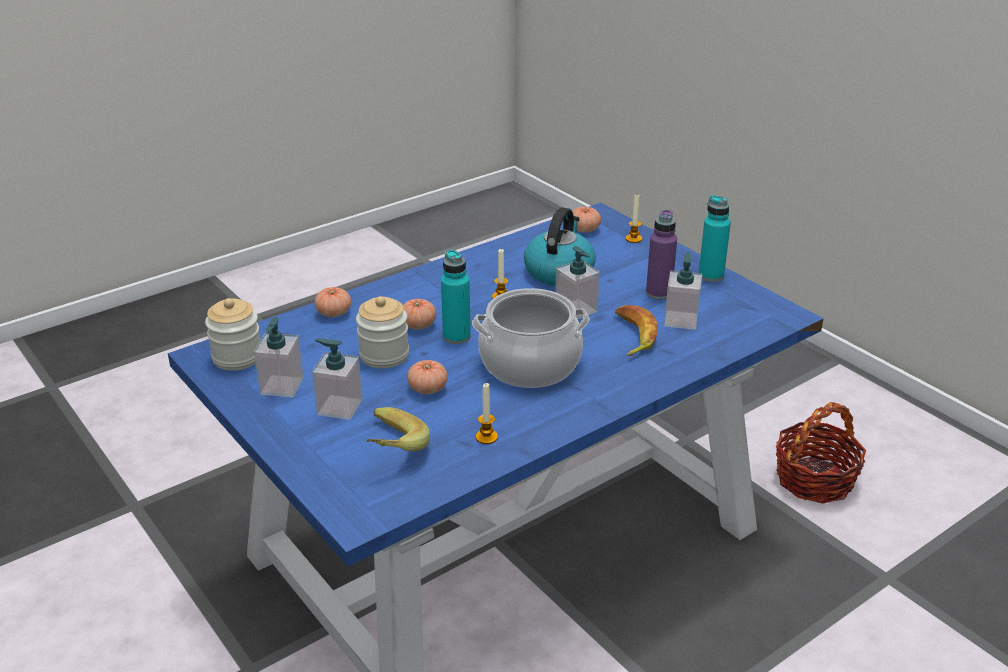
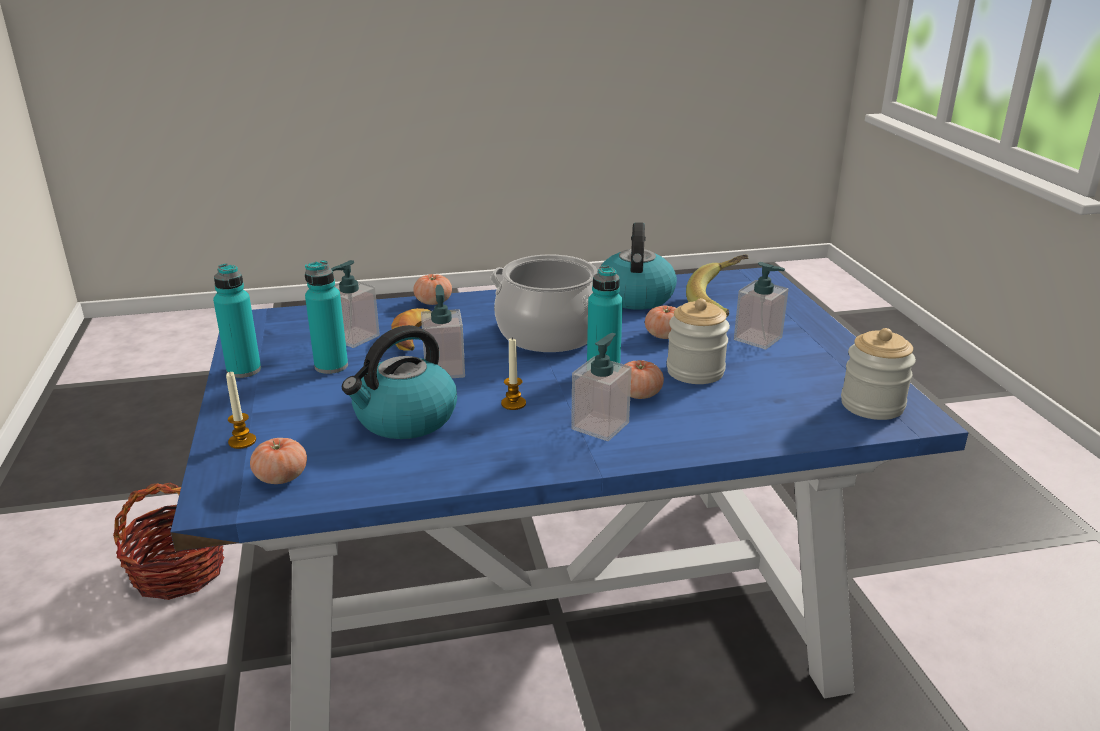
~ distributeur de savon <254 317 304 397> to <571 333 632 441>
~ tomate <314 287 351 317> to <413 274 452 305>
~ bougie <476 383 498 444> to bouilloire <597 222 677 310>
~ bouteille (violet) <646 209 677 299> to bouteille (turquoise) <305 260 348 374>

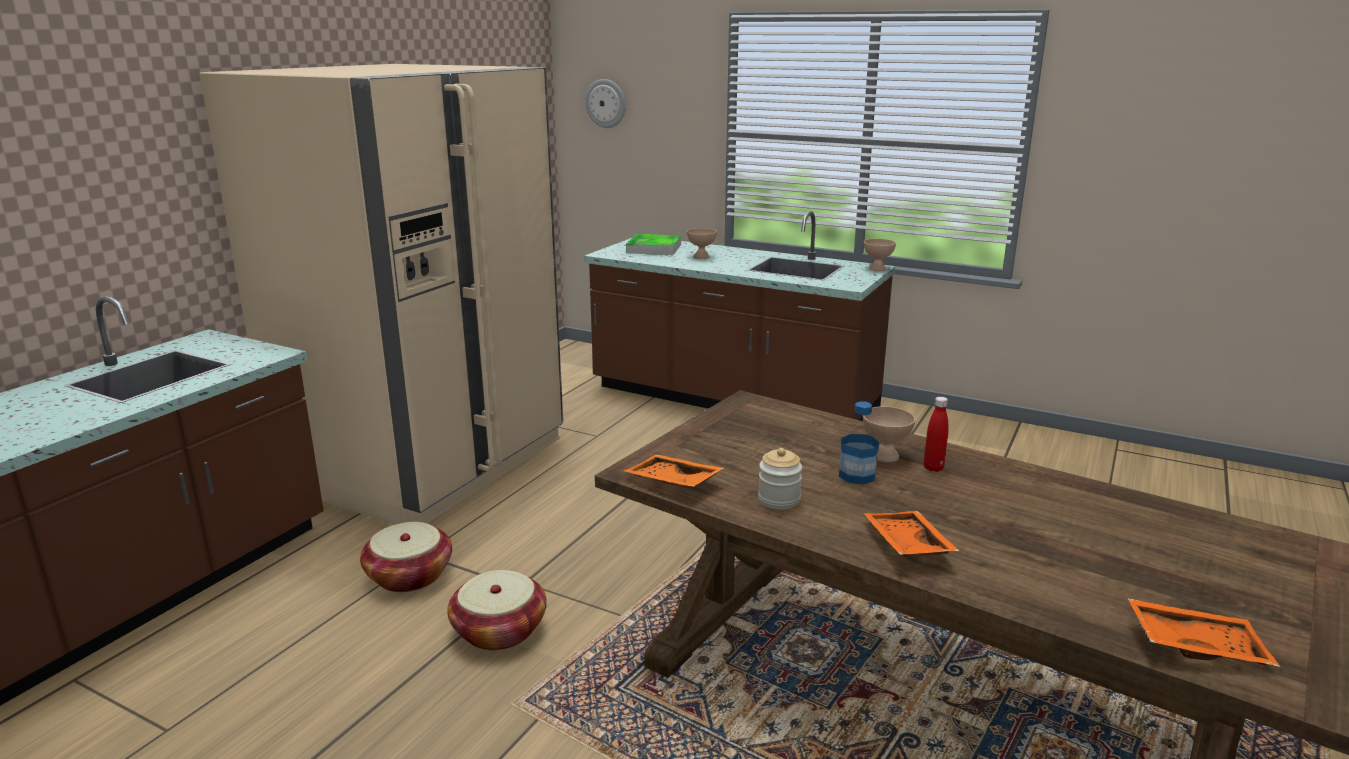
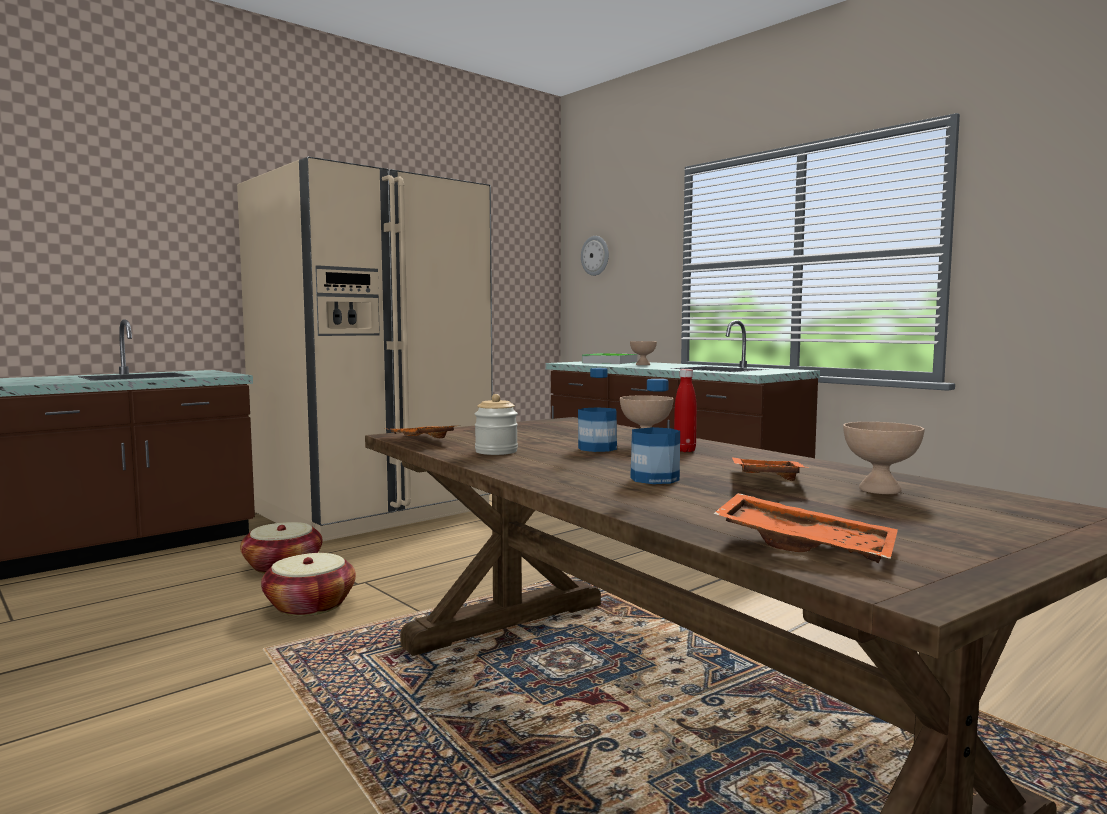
~ bol (beige) <864 239 896 271> to <843 422 924 494>
~ plateau (orange) <864 511 959 557> to <732 458 810 481>
+ bouteille <630 379 680 484>

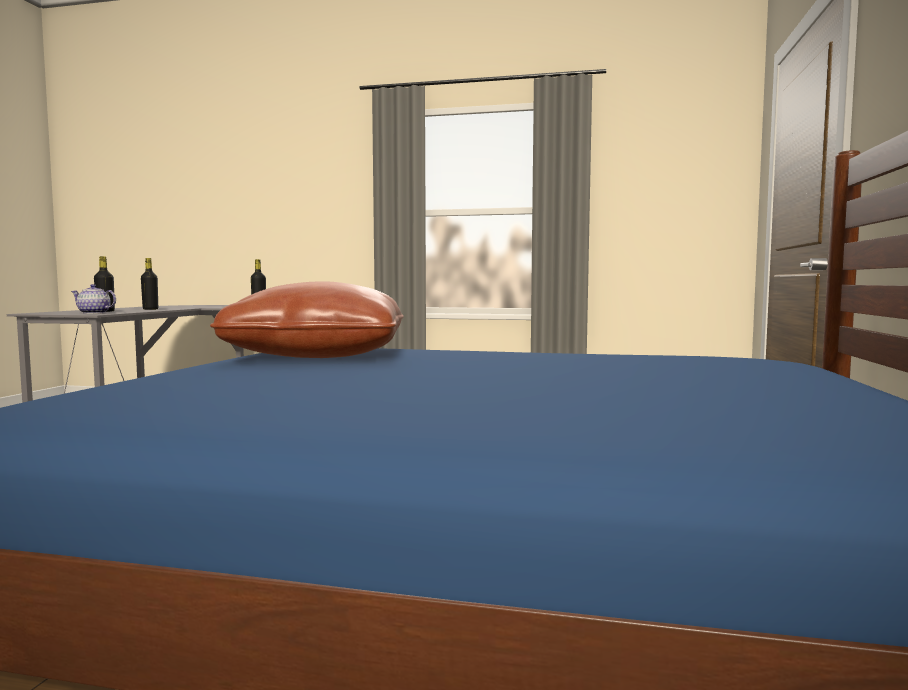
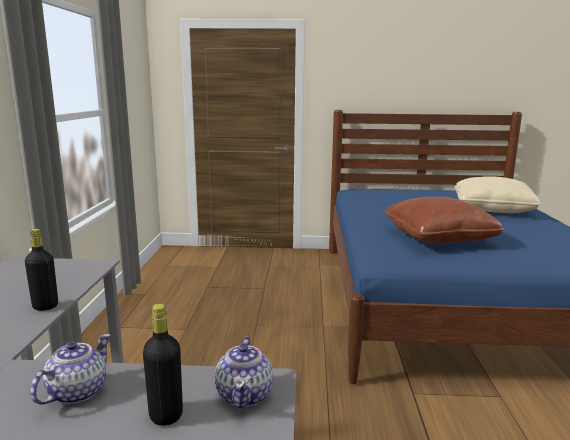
~ bouteille (noir) <141 258 158 310> to théière <30 334 110 405>
+ coussin (beige) <455 176 541 213>

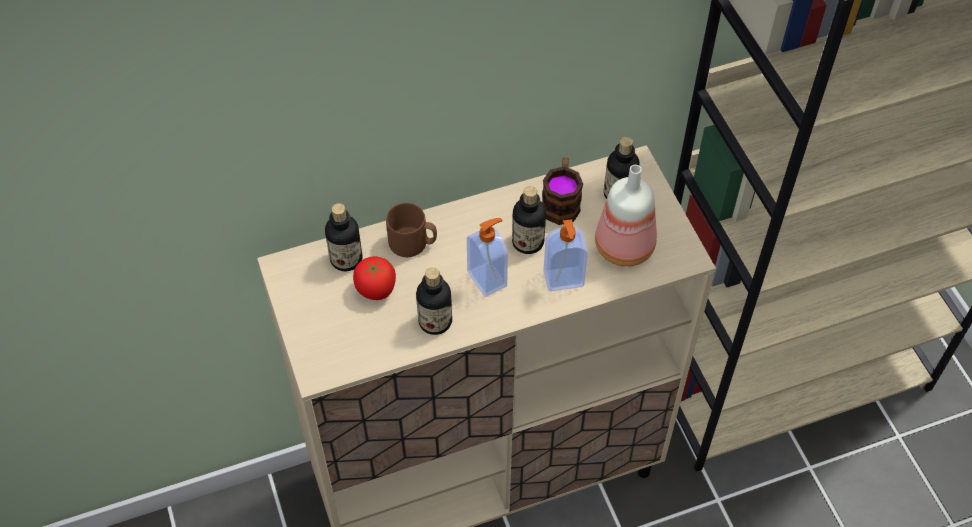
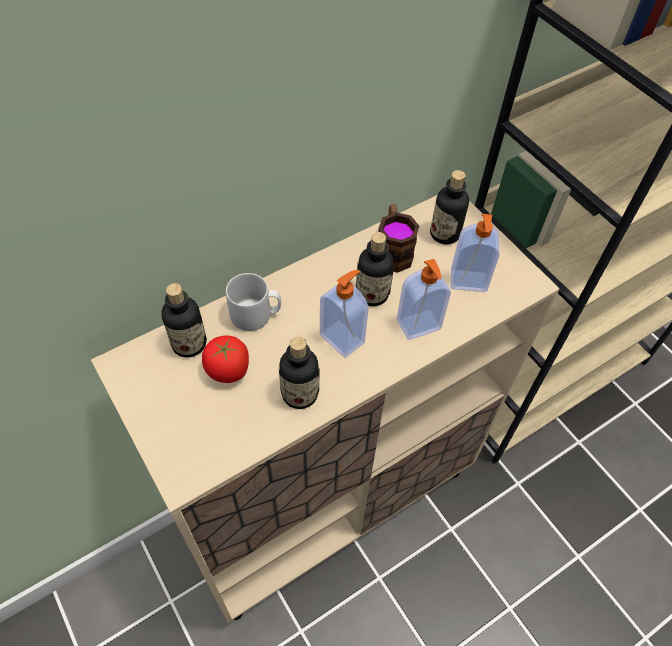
~ mug (marron) <386 203 437 257> to mug (gris) <226 273 281 331>
~ bouteille <595 165 657 267> to distributeur de savon <451 214 500 292>

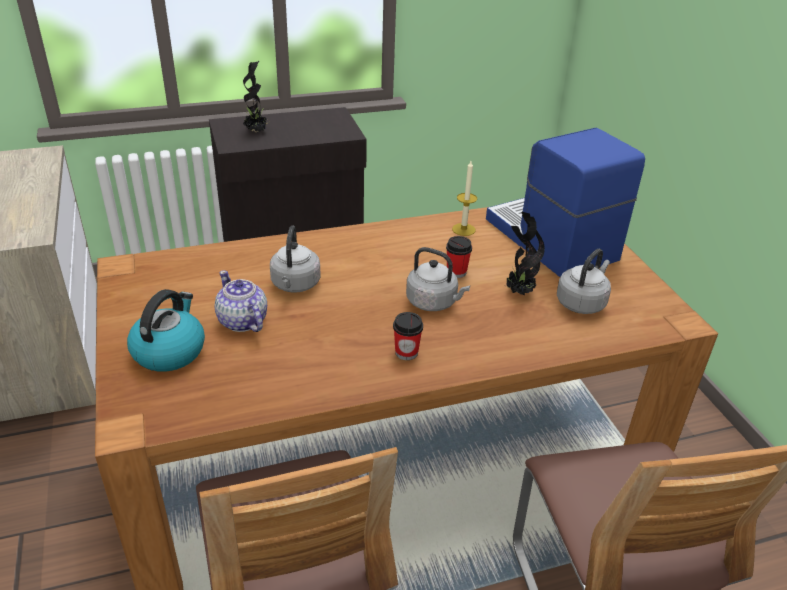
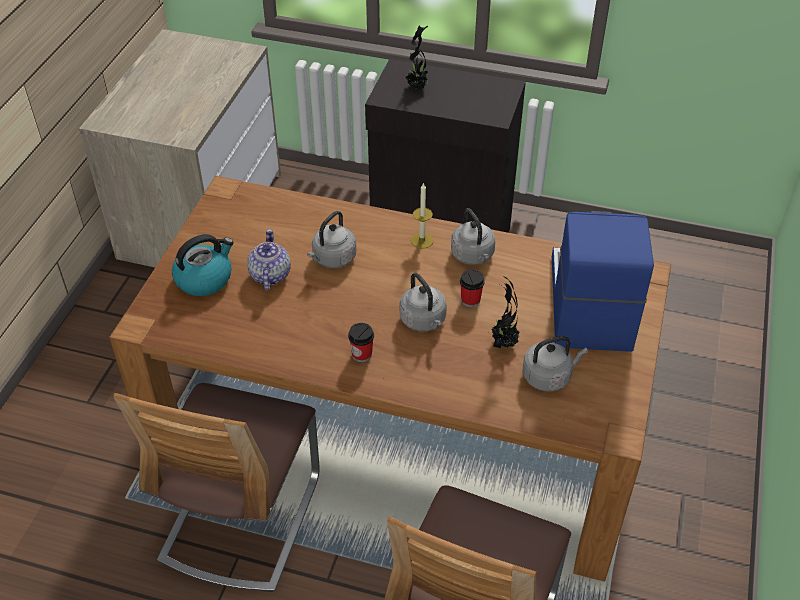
~ bougie <452 161 477 236> to <411 183 434 249>
+ bouilloire (gris) <451 208 495 265>

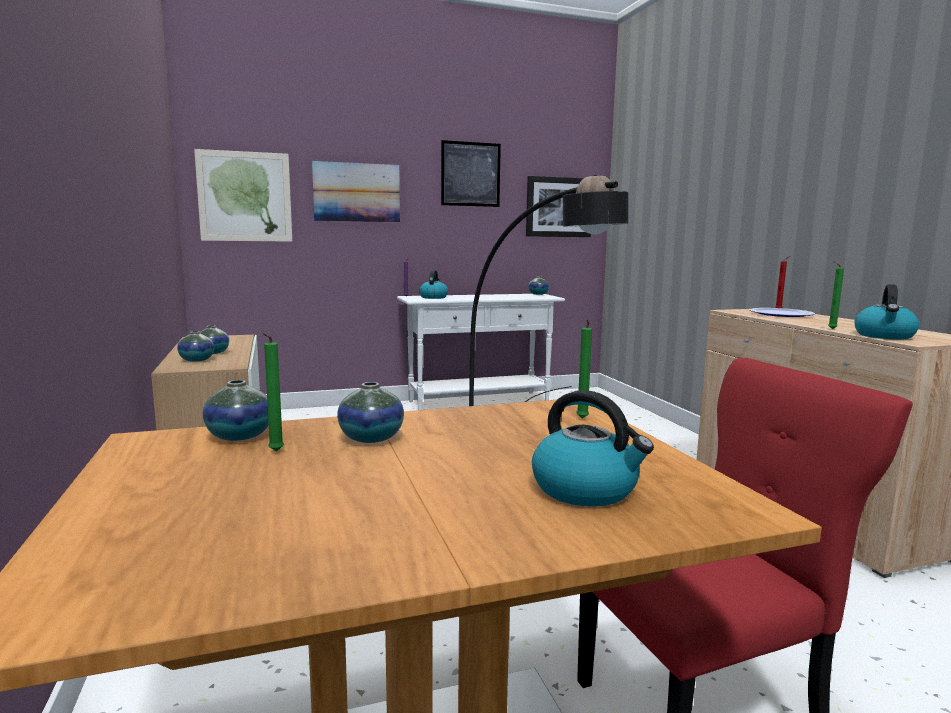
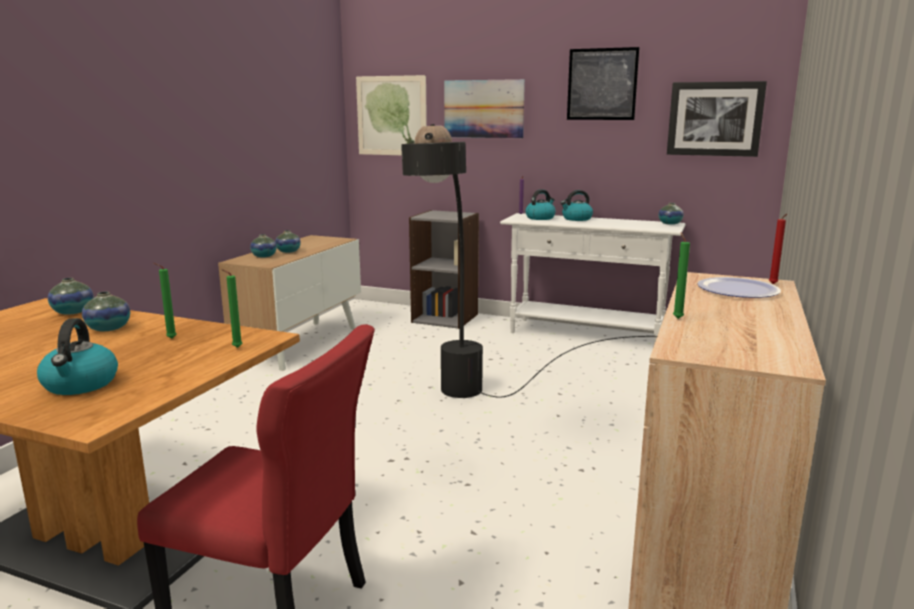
~ bougie (vert) <262 333 284 452> to <153 263 176 339>
~ bouilloire <854 284 919 340> to <561 190 593 221>
+ bibliothèque (gris) <409 210 479 329>

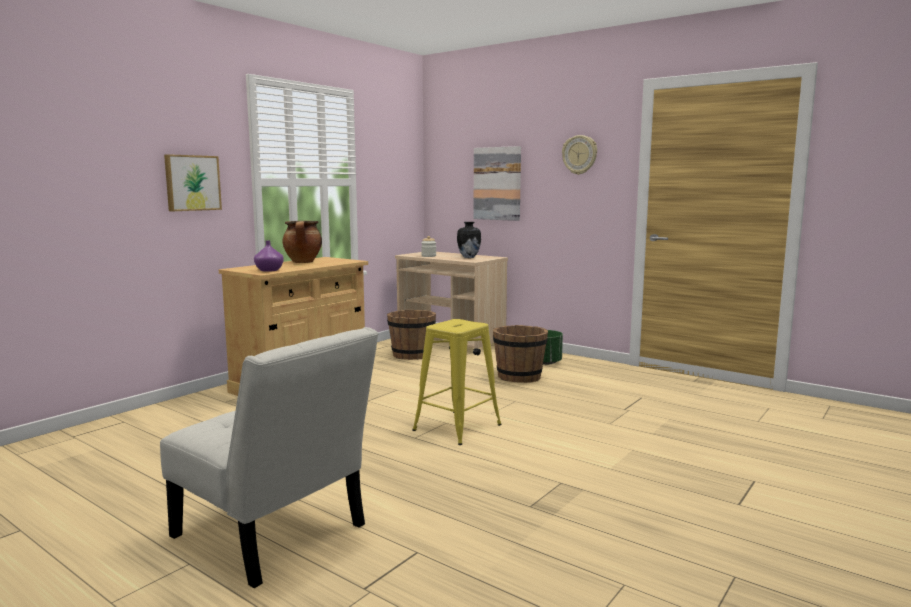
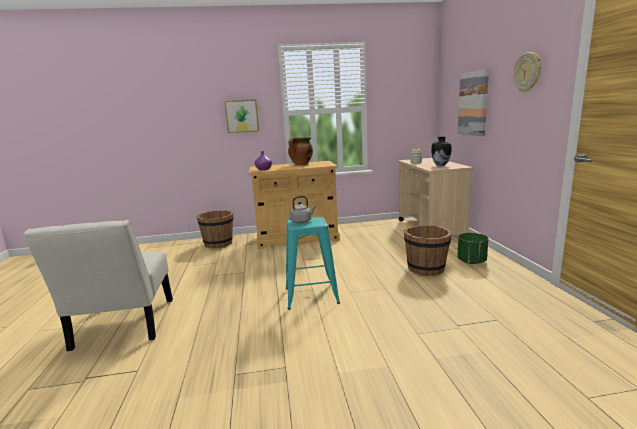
~ seau (marron) <387 310 436 360> to <197 210 233 248>
~ tabouret (jaune) <412 319 502 445> to tabouret (turquoise) <286 217 340 310>
+ bouilloire (gris) <290 196 316 223>

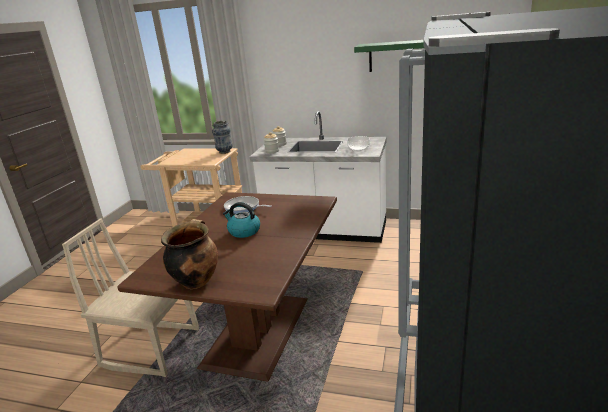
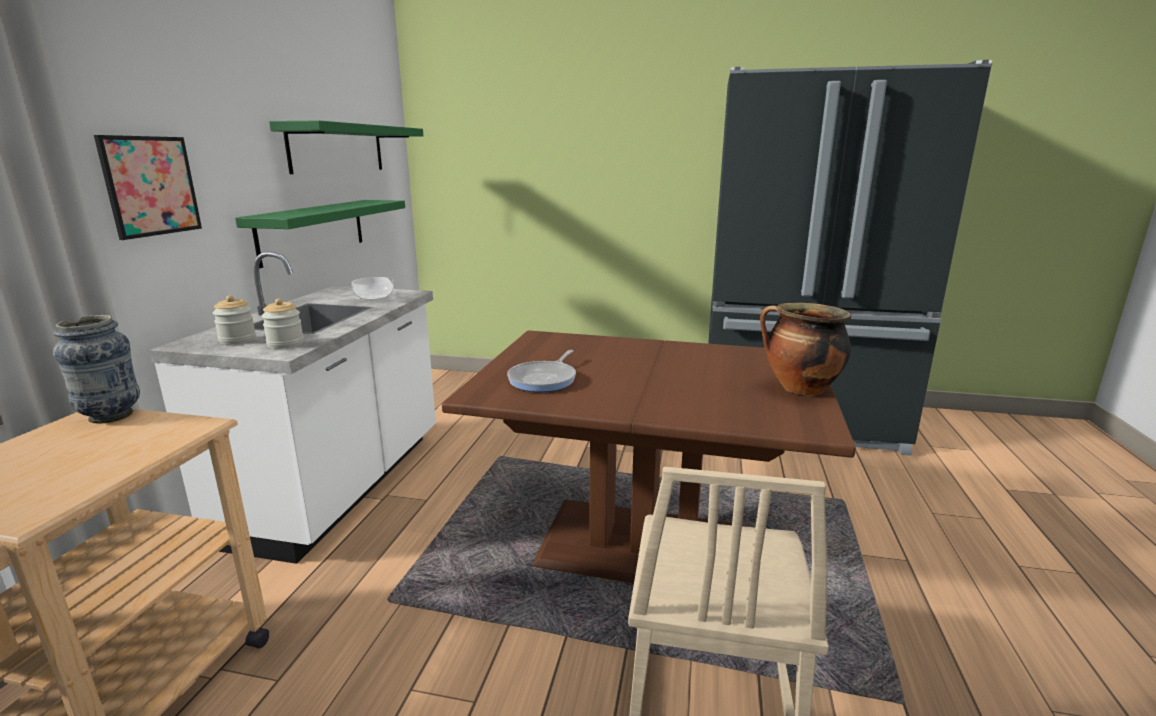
- bouilloire <223 202 260 238>
+ tableau <94 135 202 240>
+ étagère (vert) <235 200 405 268>

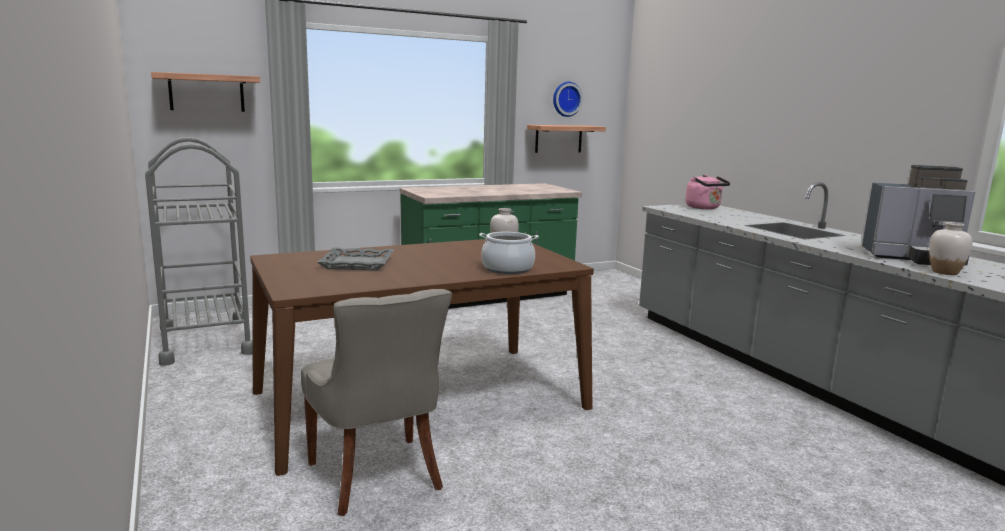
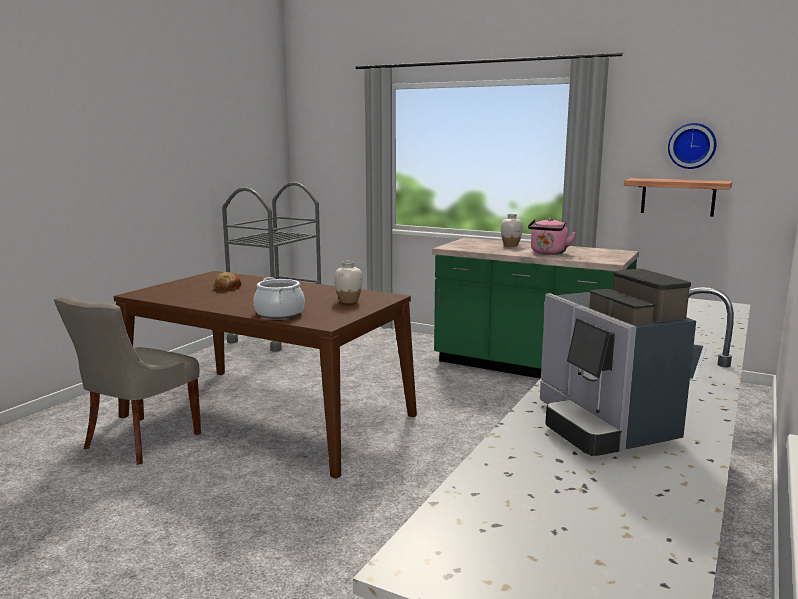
- étagère <151 72 260 112>
~ plateau (gris) <317 247 394 271> to pain <214 272 241 291>
~ bouilloire (rose) <686 174 730 209> to <528 218 576 255>
~ vase (blanc) <929 222 973 275> to <501 214 523 247>

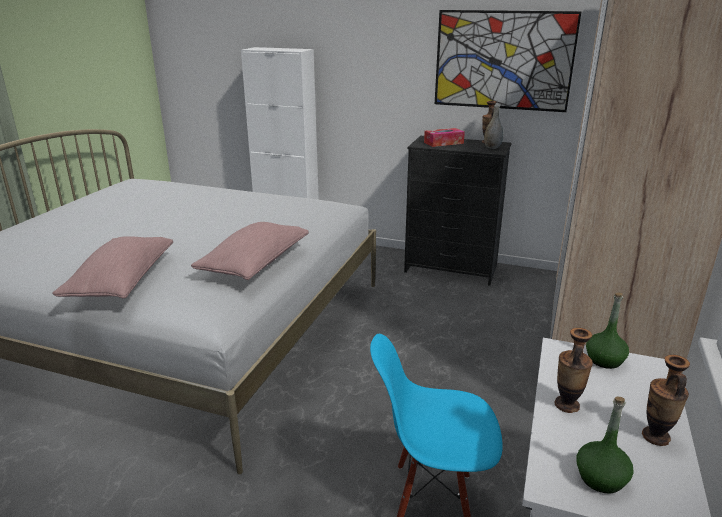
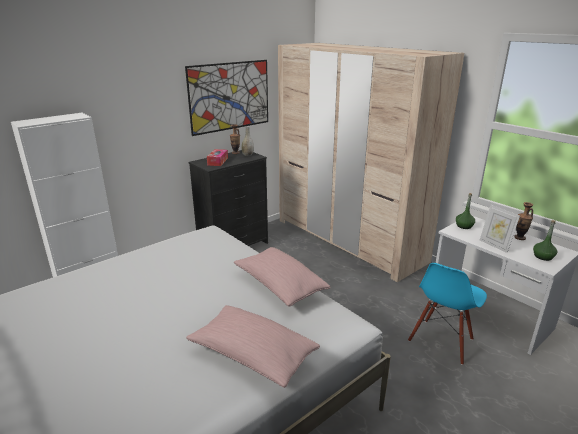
~ vase <554 328 593 413> to cadre photo <480 205 520 253>

